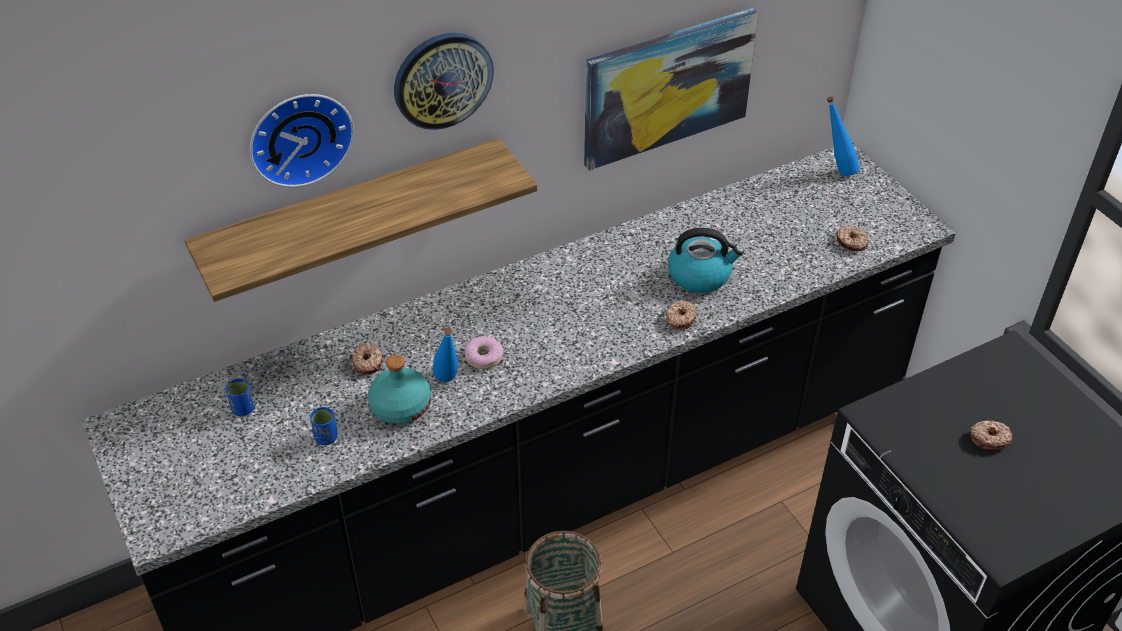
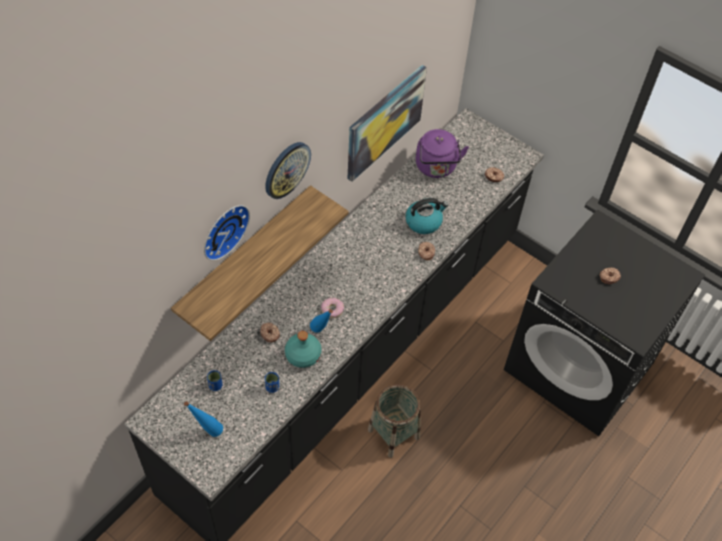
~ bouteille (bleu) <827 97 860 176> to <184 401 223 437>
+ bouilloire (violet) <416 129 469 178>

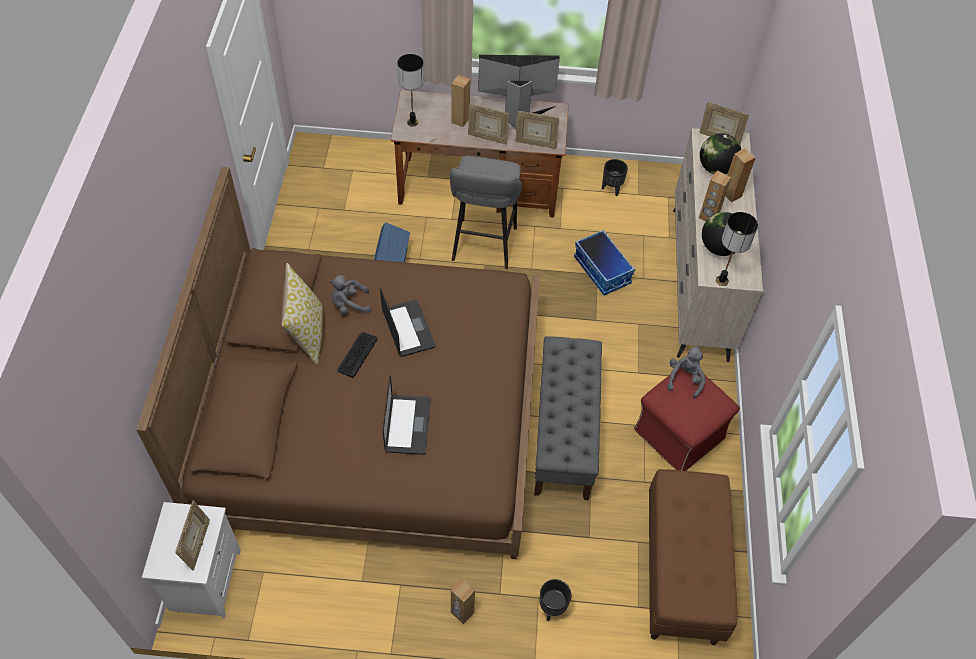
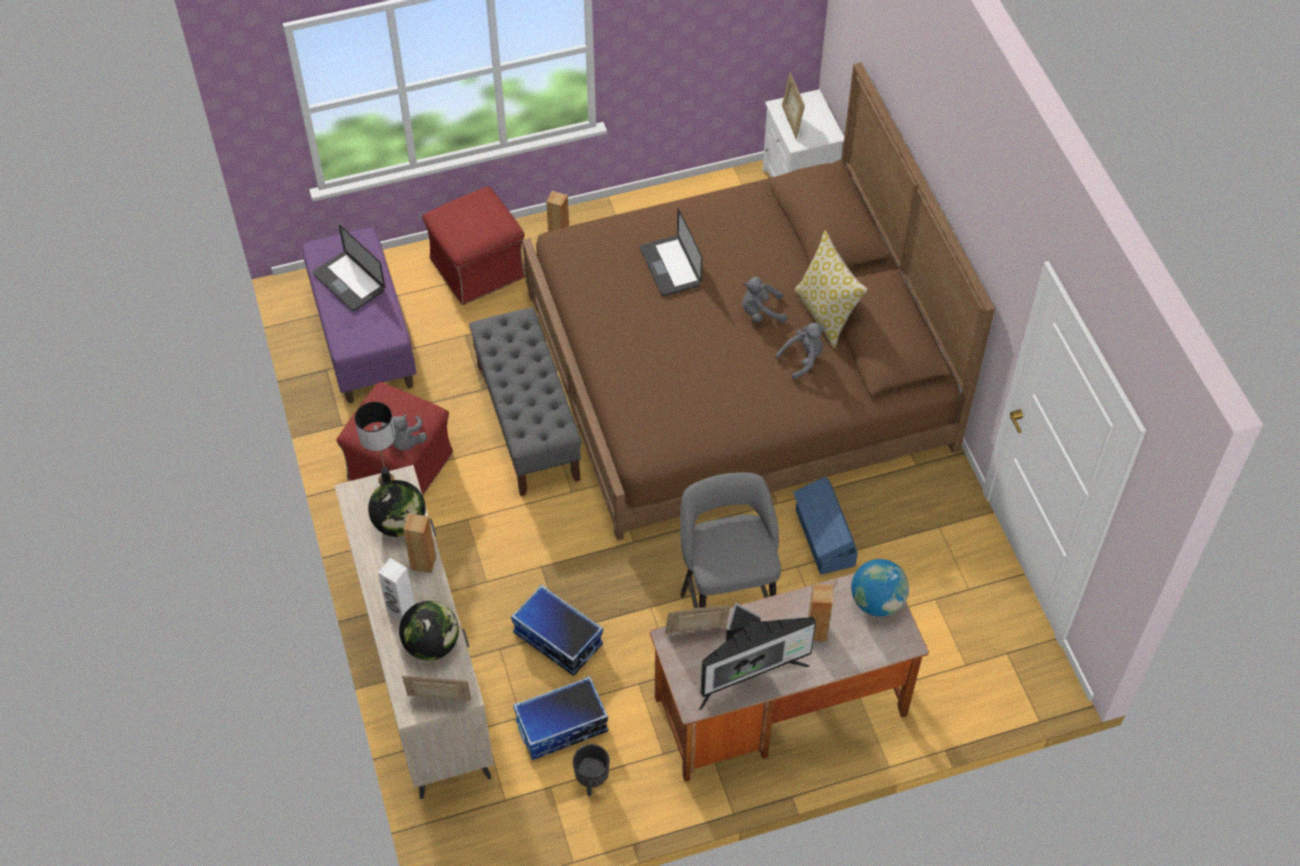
~ clavier <338 332 377 378> to peluche (gris) <742 277 787 323>
~ ordinateur portable <380 287 435 357> to <313 225 385 311>
~ lampe de table <397 54 424 127> to globe <851 559 909 617>
- cadre photo <468 103 509 144>
~ cache-pot (noir) <539 579 571 621> to pouf (rouge) <422 186 525 305>
~ banc (marron) <649 469 737 645> to banc (violet) <302 227 416 403>
~ enceinte (marron) <725 148 756 202> to enceinte (blanc) <378 558 415 620>
+ boîte de rangement <513 676 608 760>

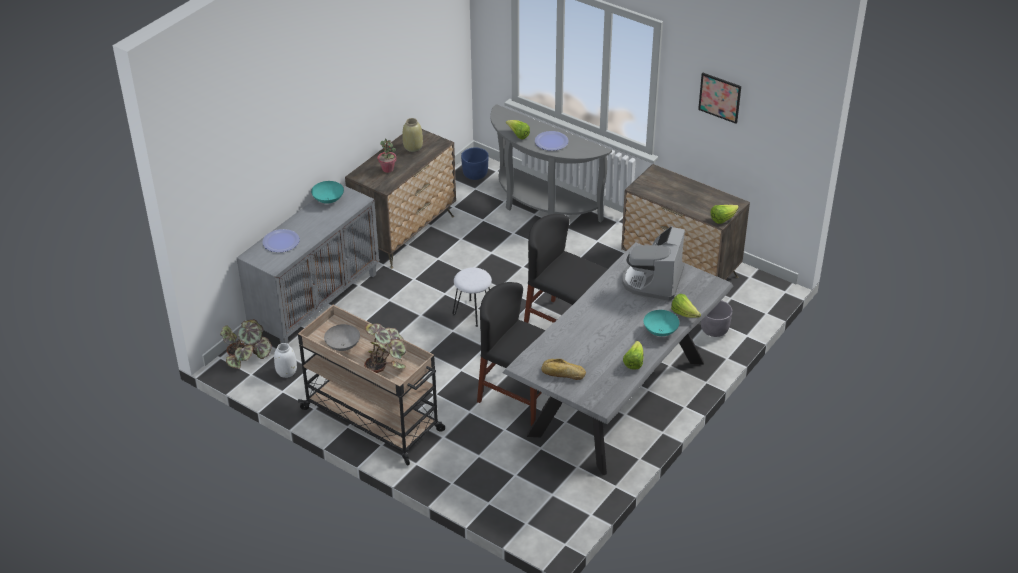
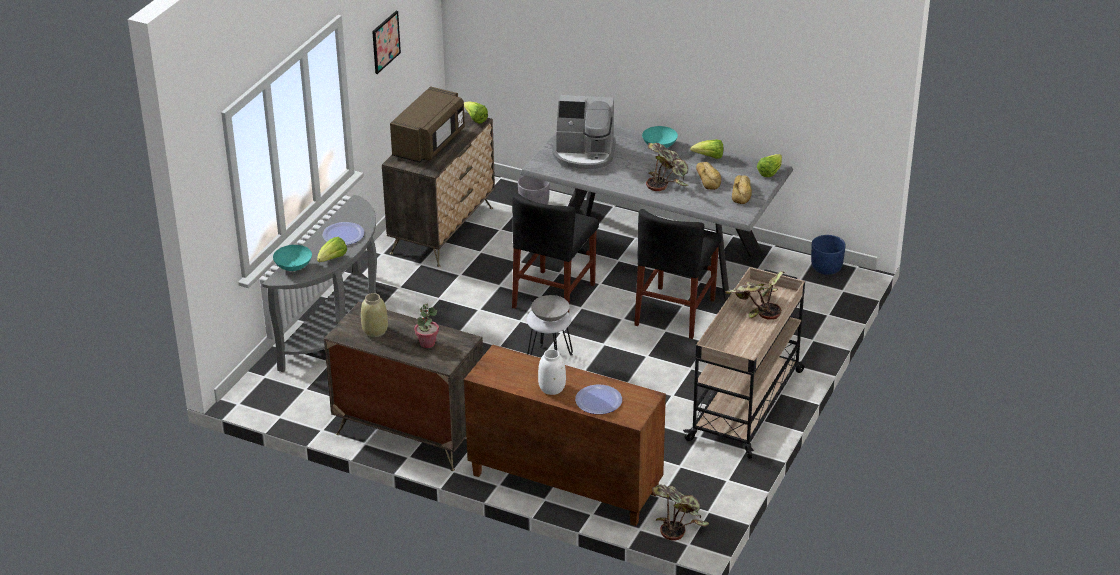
~ meuble de rangement (gris) <237 184 379 344> to meuble de rangement (marron) <464 345 666 526>
~ vase (blanc) <274 343 297 378> to <538 349 566 395>
~ bol (turquoise) <311 181 344 204> to <273 245 312 271>
~ bol (gris) <324 324 360 351> to <531 295 570 322>
~ cache-pot (bleu) <461 148 489 180> to <811 235 846 275>
~ laitue <671 294 701 318> to <757 154 782 177>
+ micro-ondes (marron) <390 86 465 163>
+ plante en pot <646 143 688 191>
+ pain <696 162 721 190>

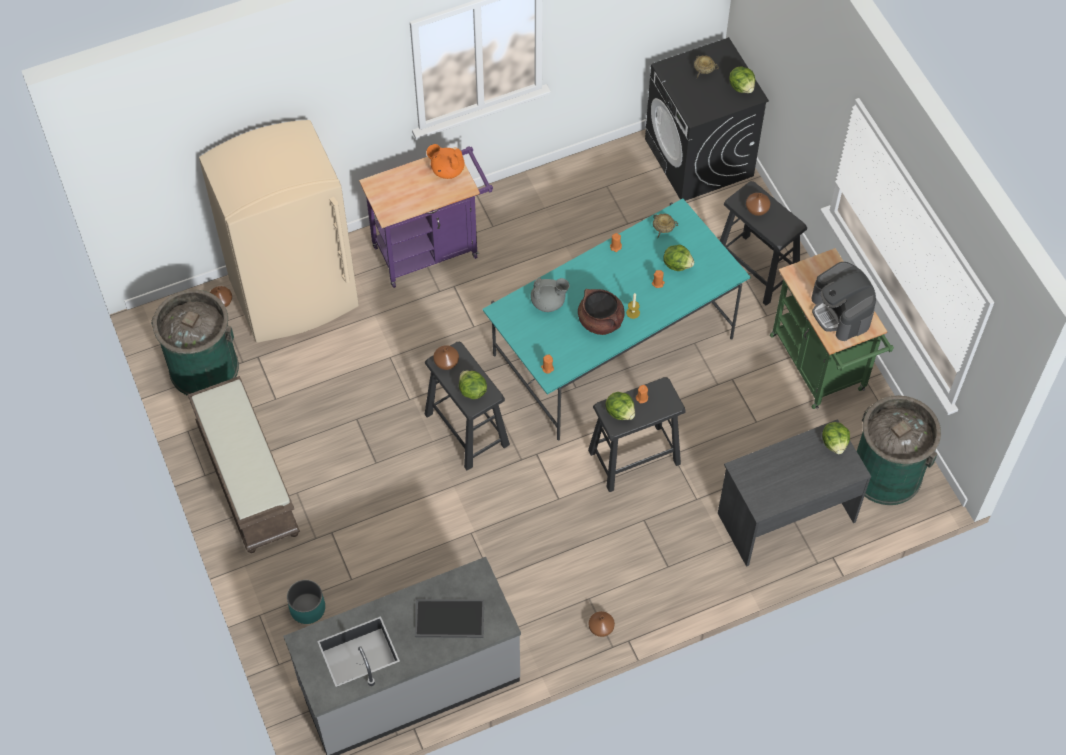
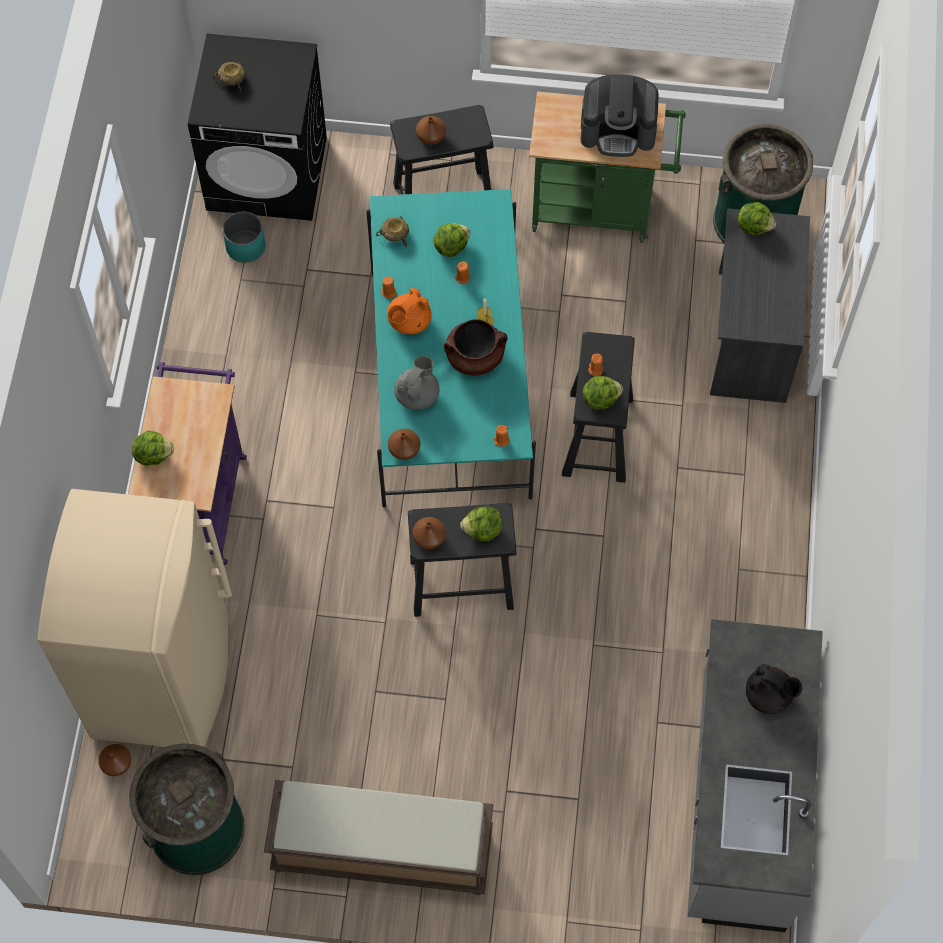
~ cache-pot (turquoise) <287 580 325 624> to <223 212 265 262>
~ plateau <415 599 484 638> to théière (noir) <746 664 802 714>
~ théière (orange) <426 144 465 179> to <387 288 432 334>
~ vase (marron) <589 611 615 637> to <388 429 420 460>
~ laitue <729 66 755 93> to <132 431 174 466>

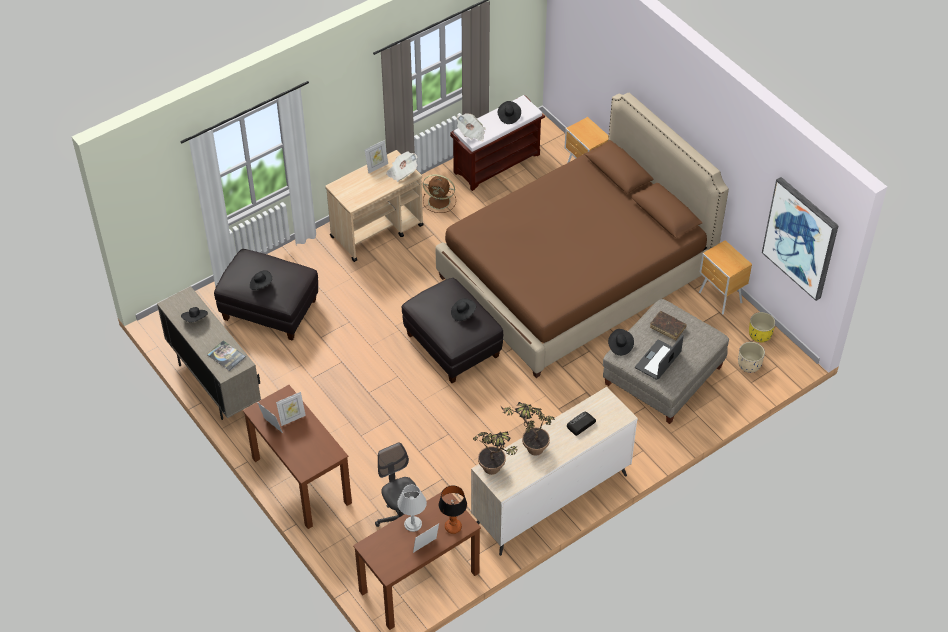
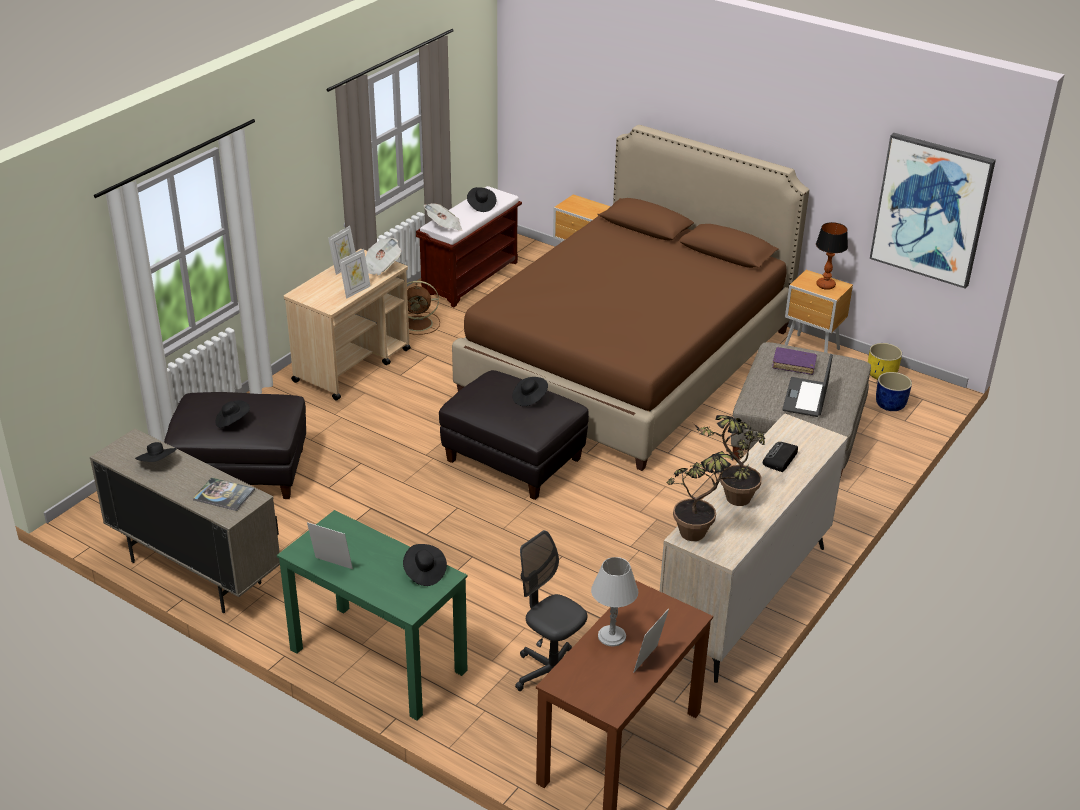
~ bureau (marron) <243 385 352 529> to bureau (vert) <277 510 468 720>
~ cadre photo <276 392 306 426> to <339 249 371 299>
~ lampe de table <439 485 467 534> to <816 222 848 290>
~ chapeau (noir) <608 329 634 356> to <403 544 447 586>
~ livre (marron) <650 311 687 341> to livre (violet) <772 347 817 375>
~ cache-pot (beige) <738 342 765 373> to cache-pot (bleu) <876 372 912 411>

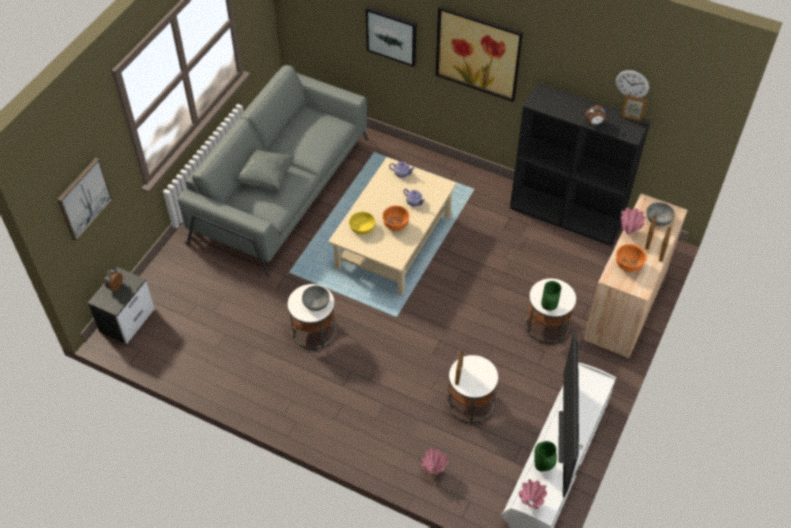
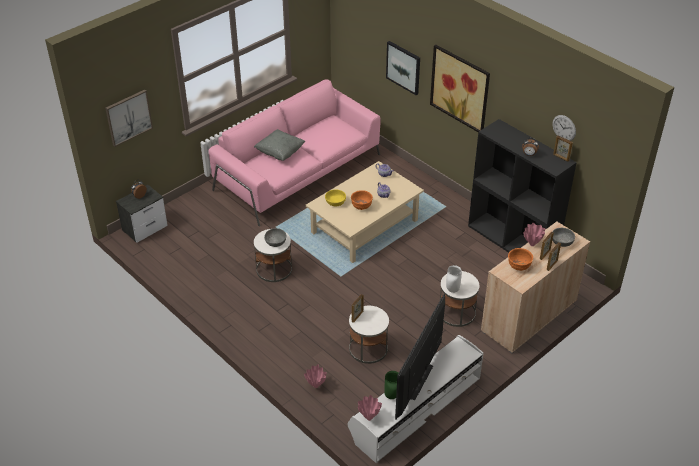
~ canapé (gris) <178 65 368 277> to canapé (rose) <208 79 381 227>
~ vase (vert) <541 281 561 311> to vase (blanc) <446 265 462 293>

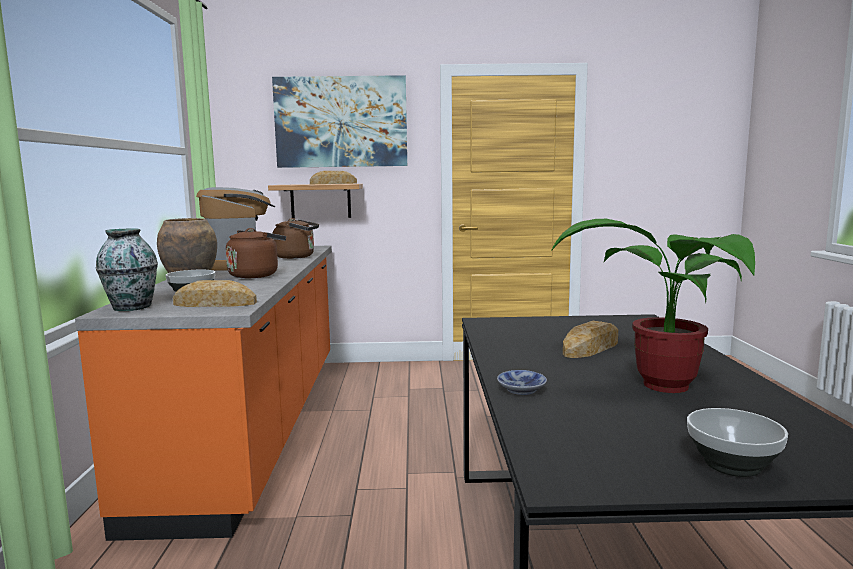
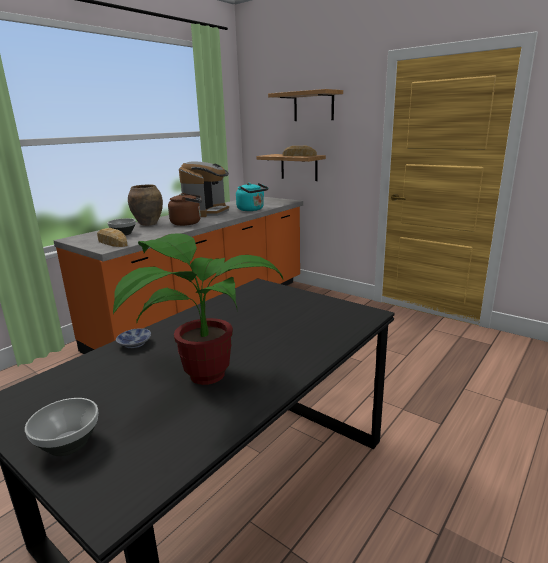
- vase <96 228 158 311>
~ tableau <272 75 407 168> to étagère <268 89 343 121>
~ bouilloire (marron) <273 218 319 259> to bouilloire (turquoise) <236 183 268 211>
- pain <563 321 618 358>

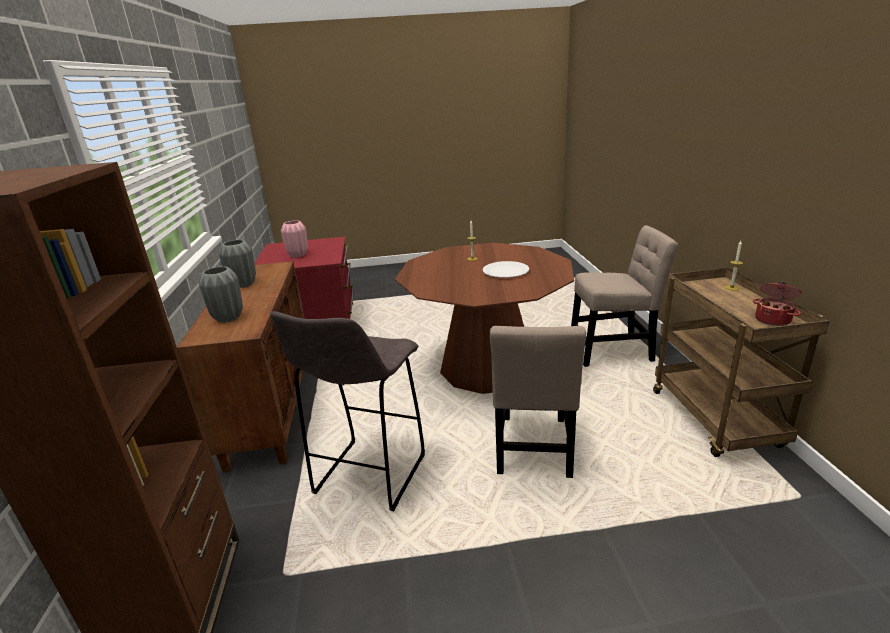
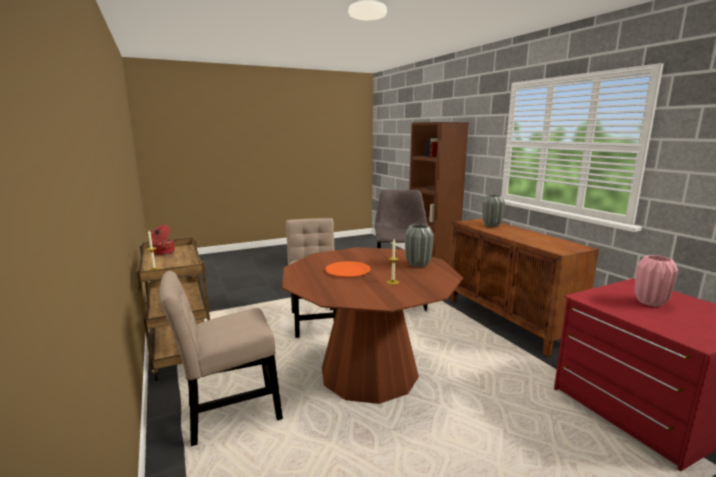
~ vase (gris) <219 240 256 288> to <405 224 434 268>
~ assiette (blanc) <483 261 529 278> to assiette (orange) <325 261 371 277>

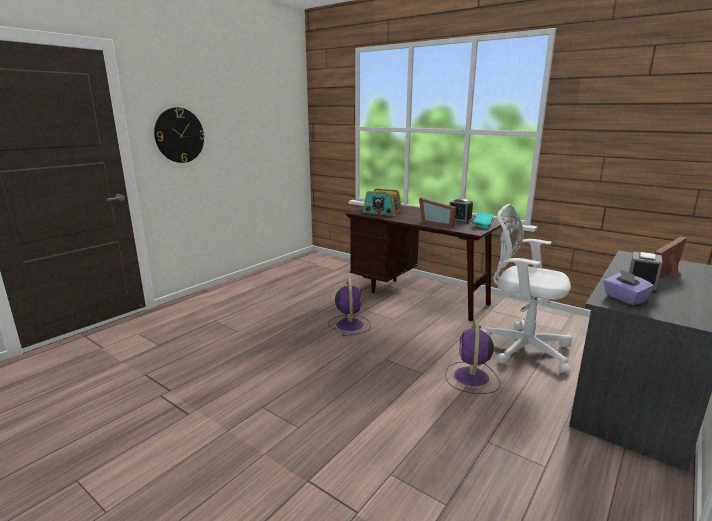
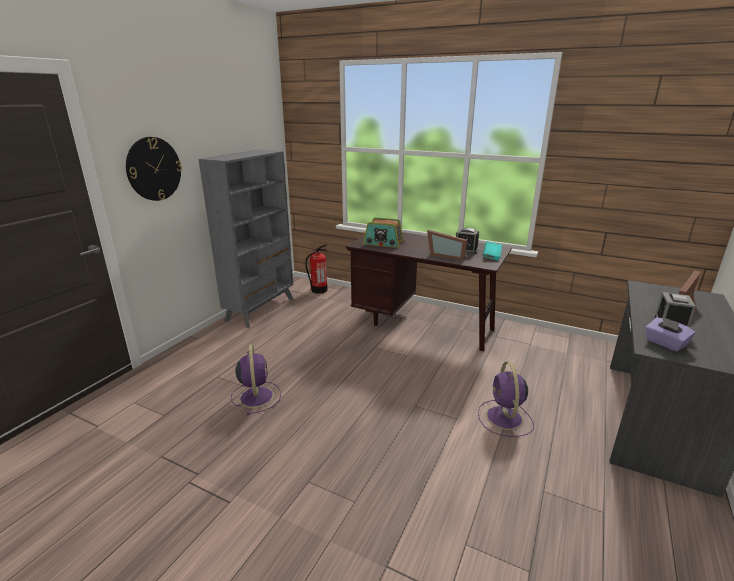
~ ventilateur (violet) <328 278 371 336> to <231 344 281 415>
- chaise de bureau (blanc) <482 204 573 373>
+ bibliothèque (gris) <199 150 293 328>
+ extincteur <306 244 328 293>

